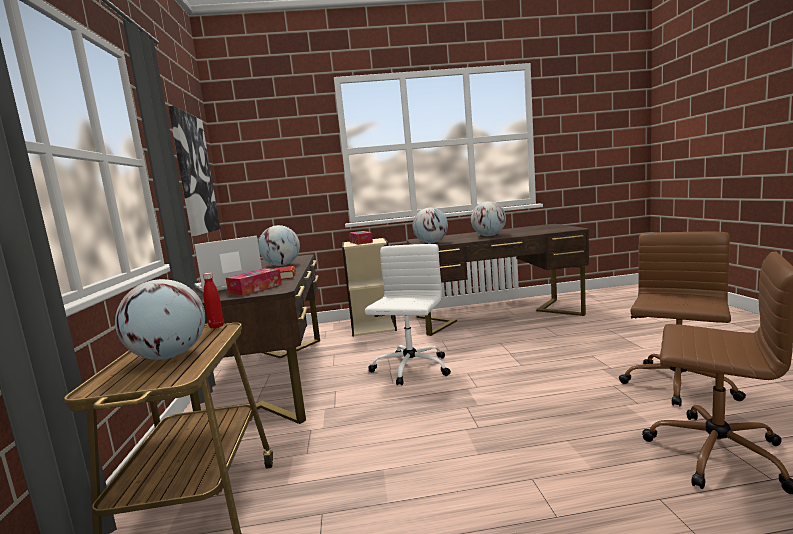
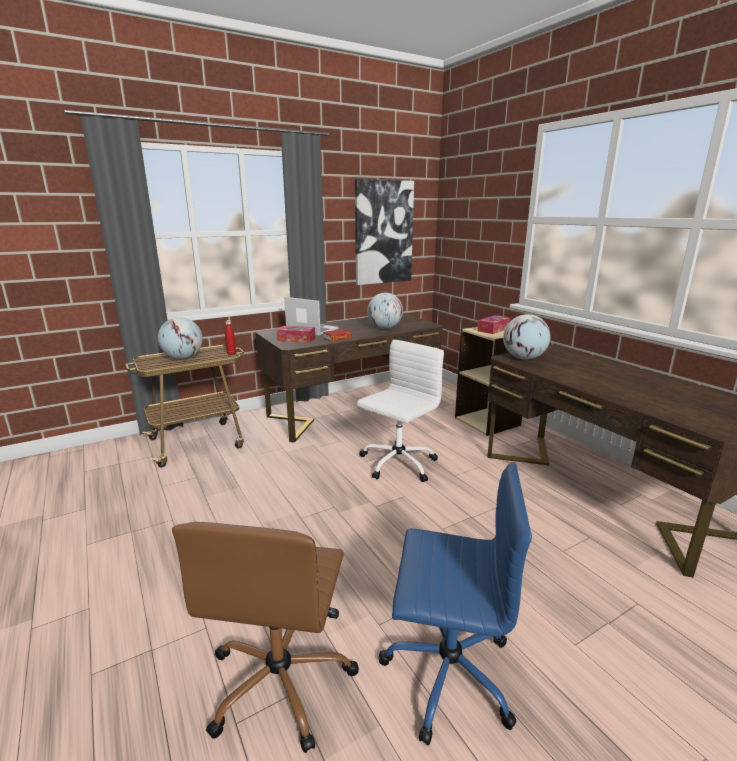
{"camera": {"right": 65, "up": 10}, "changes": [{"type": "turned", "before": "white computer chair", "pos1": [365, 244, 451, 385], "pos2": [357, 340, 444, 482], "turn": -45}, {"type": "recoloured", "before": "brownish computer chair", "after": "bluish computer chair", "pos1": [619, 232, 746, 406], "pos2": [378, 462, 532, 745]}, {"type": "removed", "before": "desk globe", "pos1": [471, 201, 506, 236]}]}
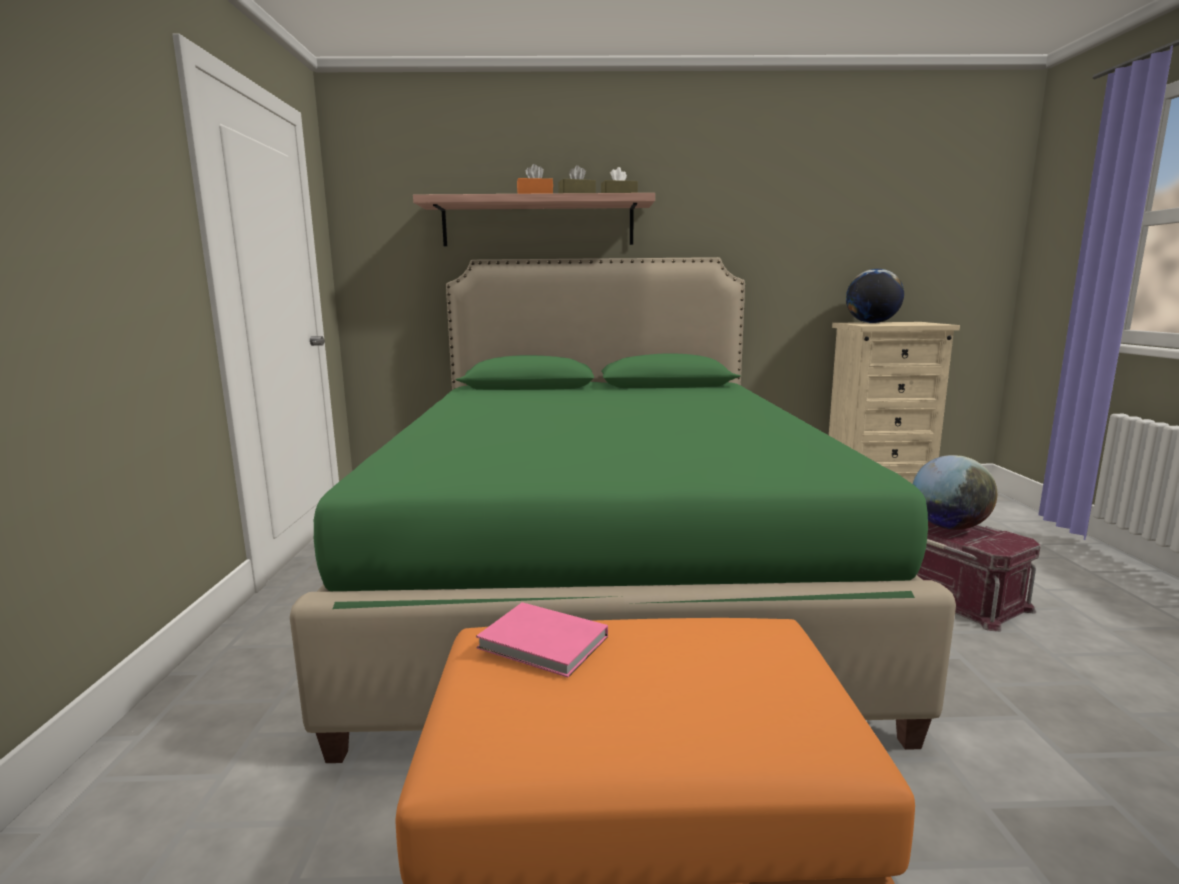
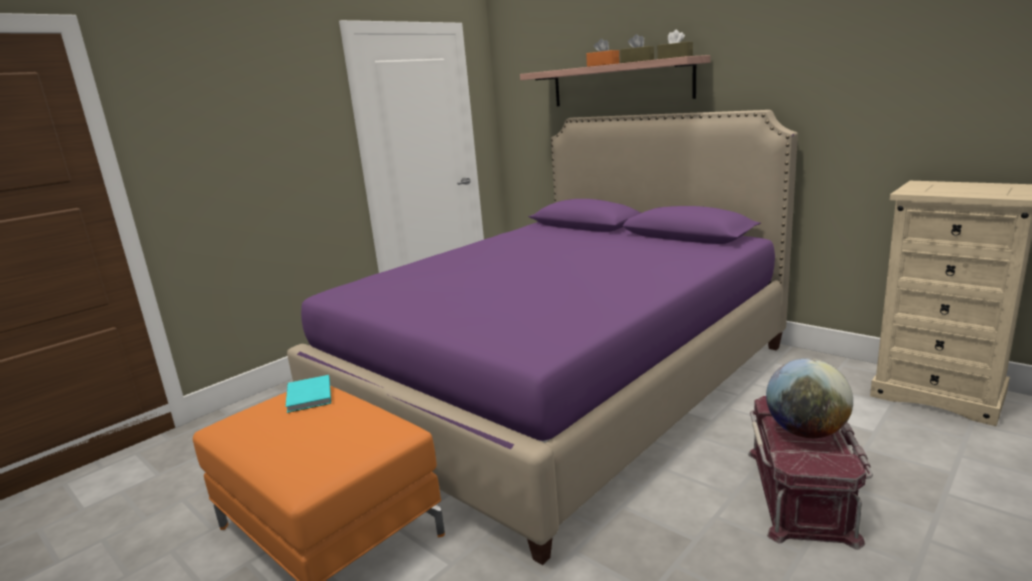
{"camera": {"right": 45, "up": 5}, "changes": [{"type": "recoloured", "before": "pink bound book", "after": "blue-green bound book", "pos1": [476, 602, 608, 677], "pos2": [285, 375, 331, 413]}, {"type": "recoloured", "before": "greenish bed", "after": "purplish bed", "pos1": [290, 257, 956, 763], "pos2": [287, 110, 798, 565]}, {"type": "removed", "before": "desk globe", "pos1": [846, 269, 904, 323]}]}
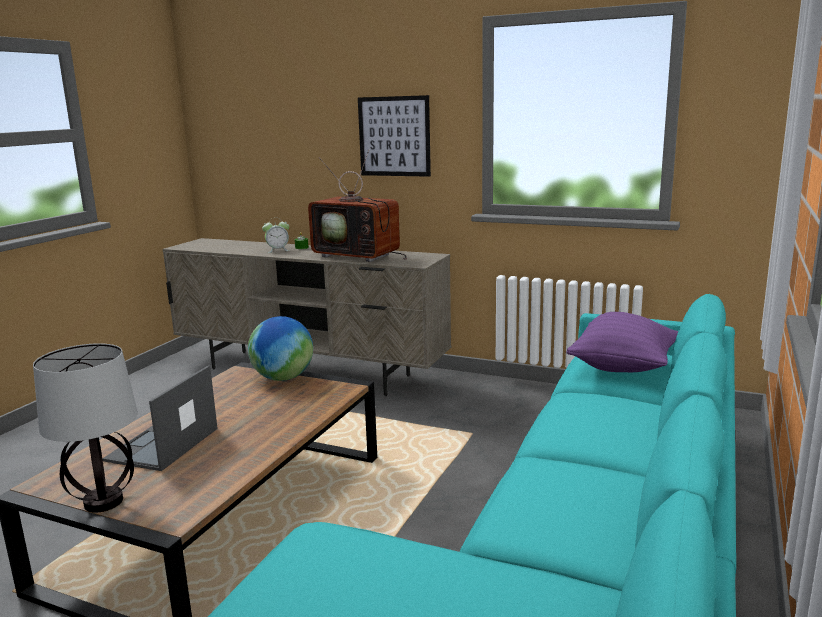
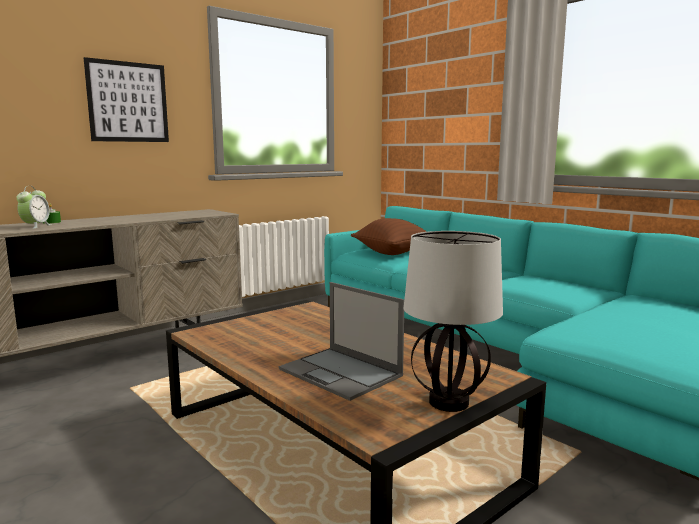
{"camera": {"right": -65, "up": -5}, "changes": [{"type": "recoloured", "before": "purplish pillow", "after": "brownish pillow", "pos1": [566, 312, 678, 372], "pos2": [351, 218, 427, 255]}, {"type": "removed", "before": "desk globe", "pos1": [248, 316, 313, 381]}, {"type": "removed", "before": "television", "pos1": [308, 149, 407, 262]}]}
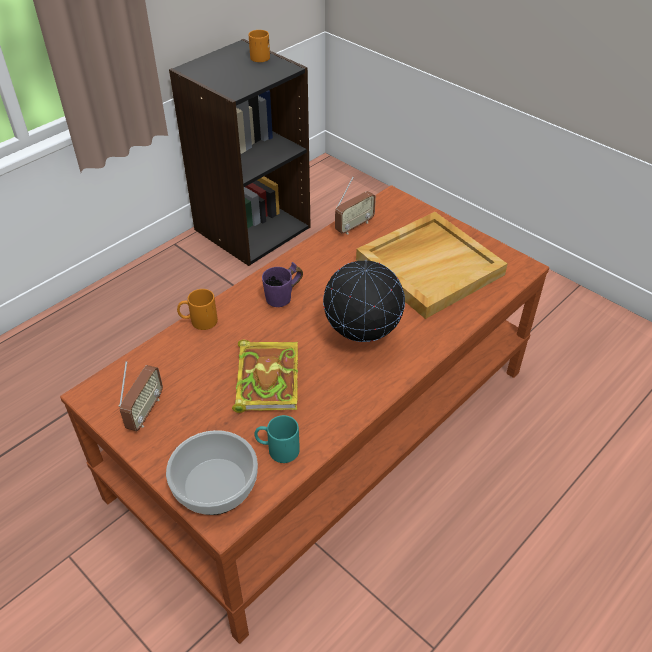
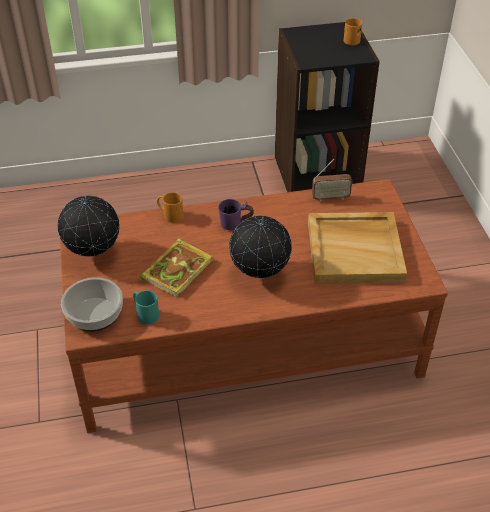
{"camera": {"right": 35, "up": 0}, "changes": [{"type": "replaced", "before": "radio", "after": "desk globe", "pos1": [119, 361, 163, 431], "pos2": [57, 196, 120, 257]}]}
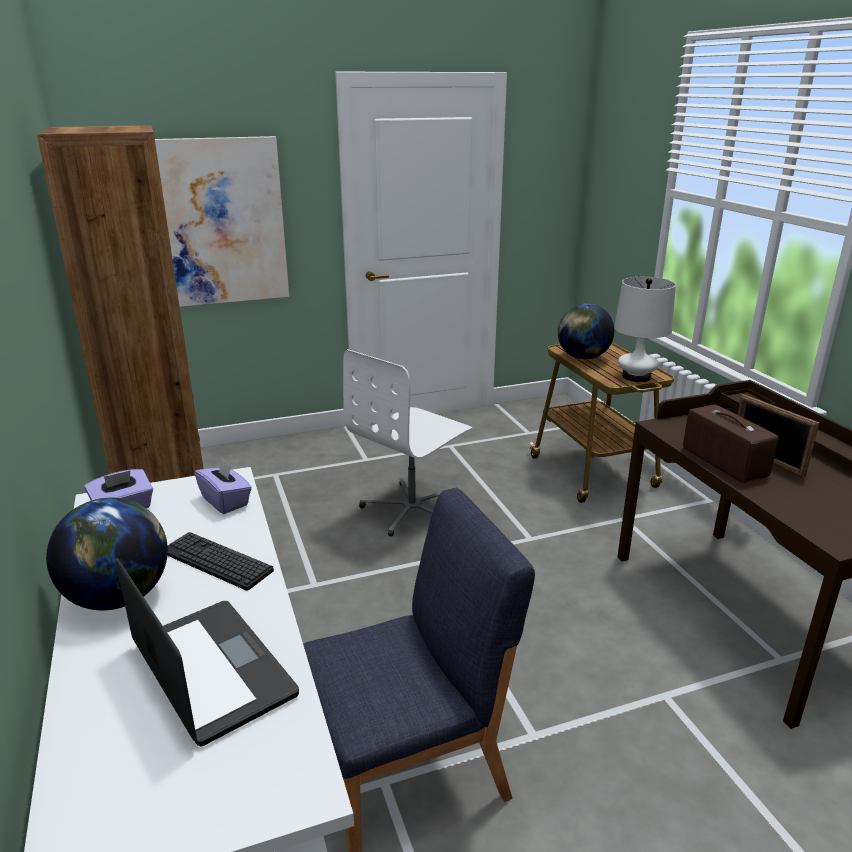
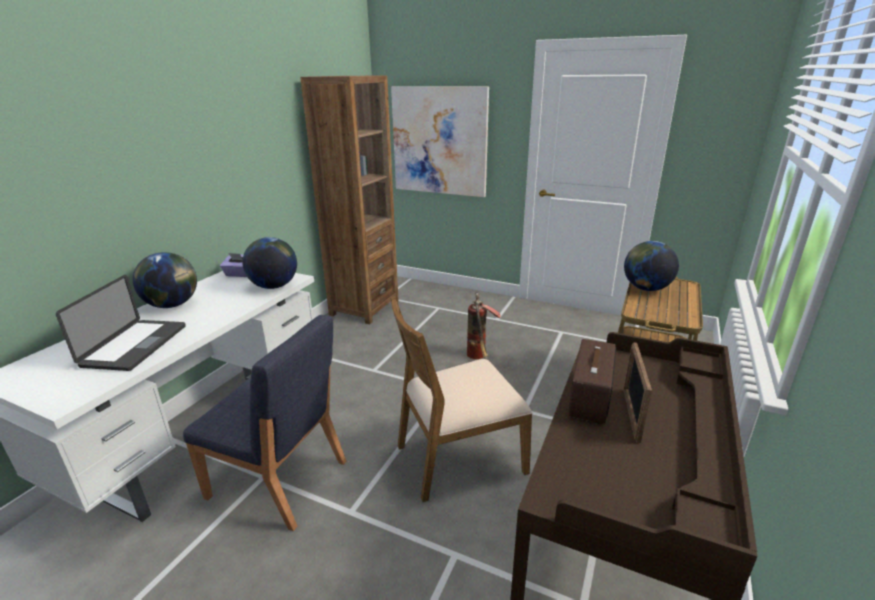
{"camera": {"right": 45, "up": 0}, "changes": [{"type": "replaced", "before": "purplish tissue holder", "after": "desk globe", "pos1": [194, 458, 252, 514], "pos2": [243, 237, 297, 289]}, {"type": "added", "after": "brownish upright chair", "pos2": [390, 296, 532, 502]}, {"type": "replaced", "before": "white computer chair", "after": "extinguisher", "pos1": [343, 349, 472, 537], "pos2": [467, 292, 500, 359]}, {"type": "removed", "before": "computer keyboard", "pos1": [167, 532, 274, 591]}, {"type": "removed", "before": "white tabletop lamp", "pos1": [614, 277, 676, 382]}]}
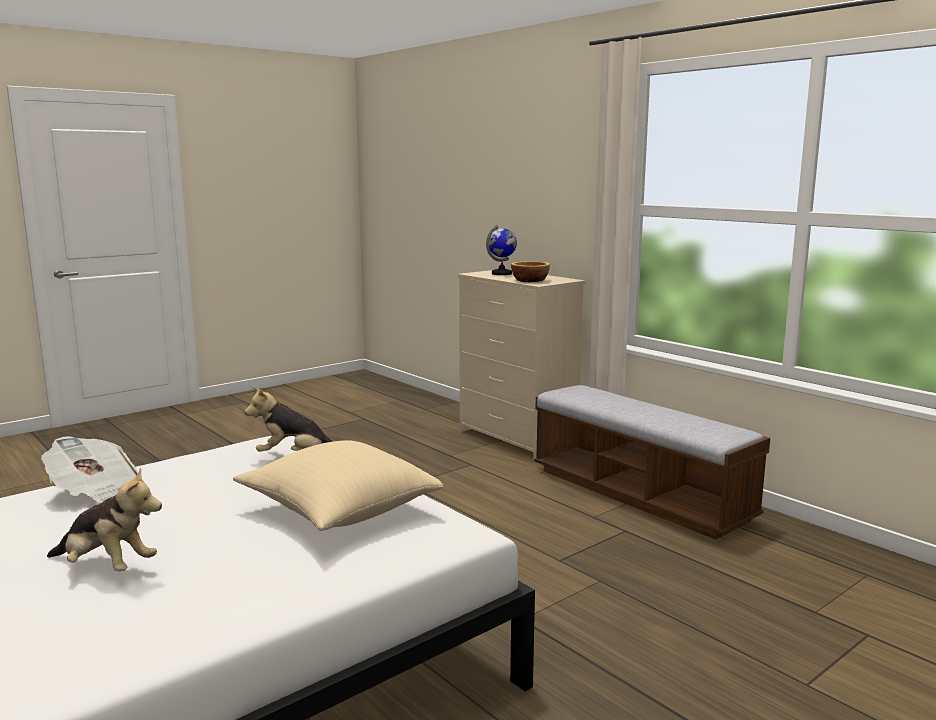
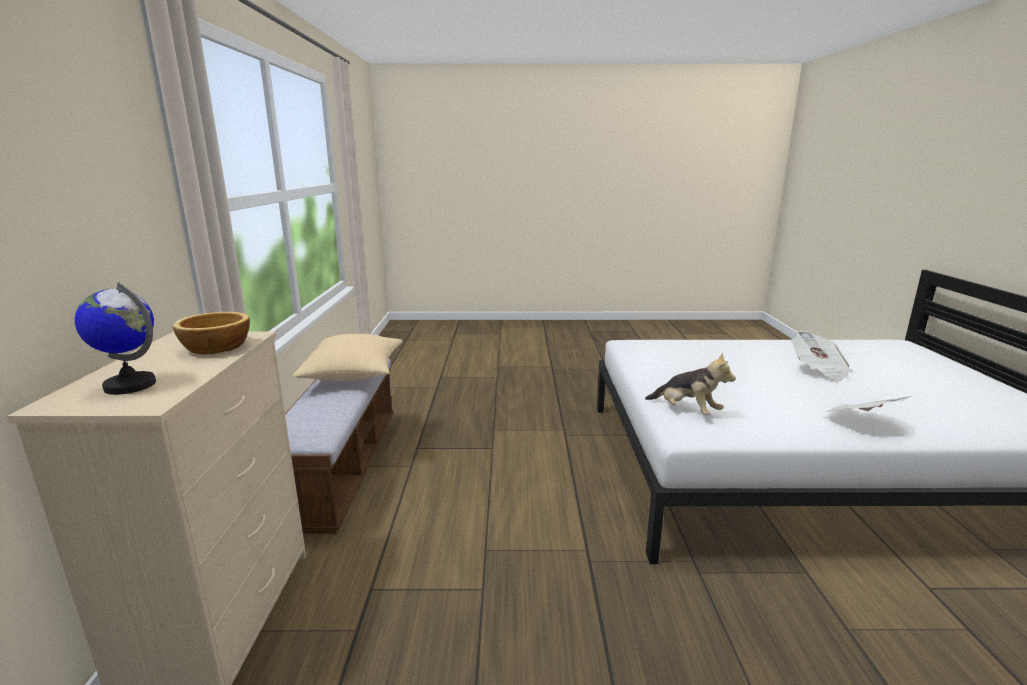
{"camera": {"right": -140, "up": 5}, "changes": [{"type": "moved", "before": "beige pillow", "pos1": [233, 440, 443, 531], "pos2": [292, 334, 403, 381]}, {"type": "replaced", "before": "soft toy", "after": "newspaper", "pos1": [47, 468, 162, 571], "pos2": [791, 331, 853, 382]}]}
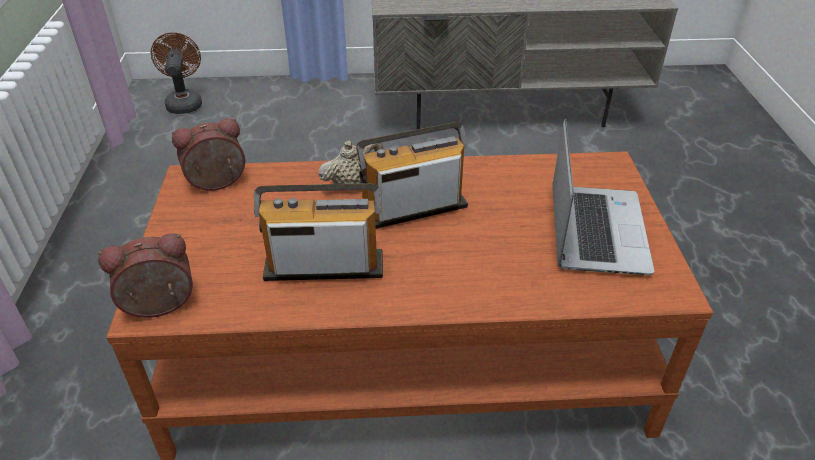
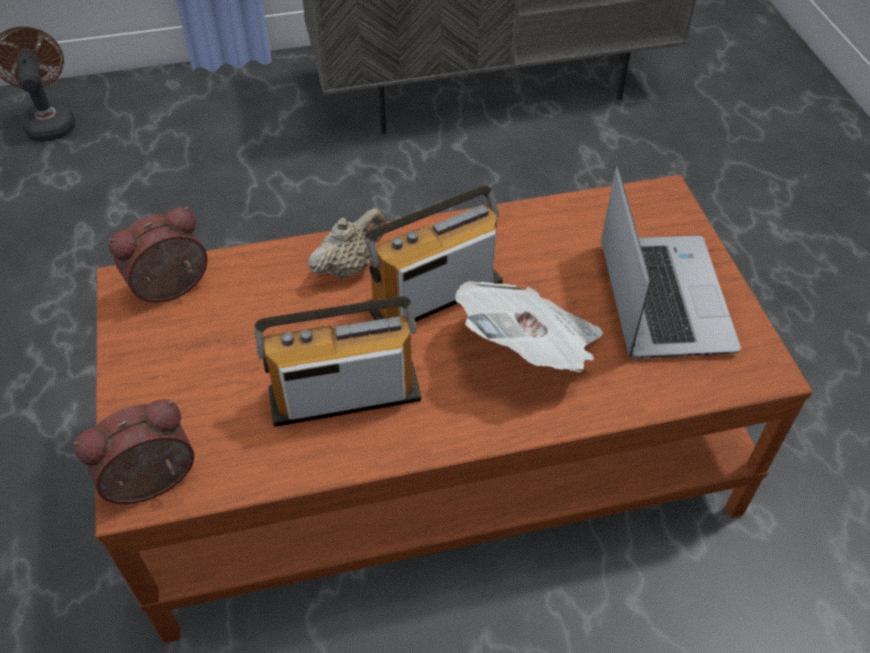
{"camera": {"right": -10, "up": 10}, "changes": [{"type": "added", "after": "newspaper", "pos2": [455, 281, 603, 372]}]}
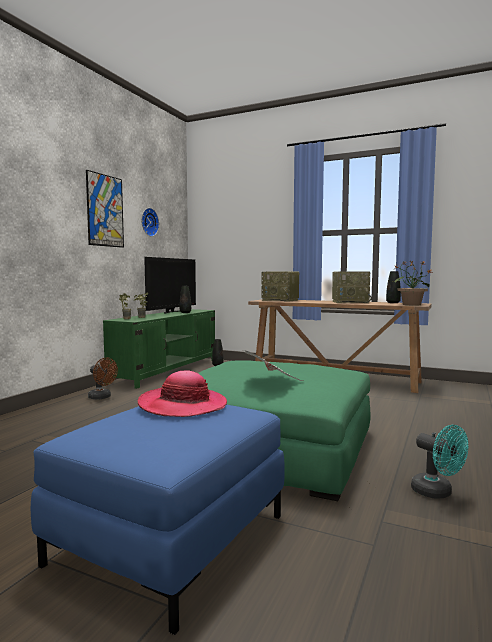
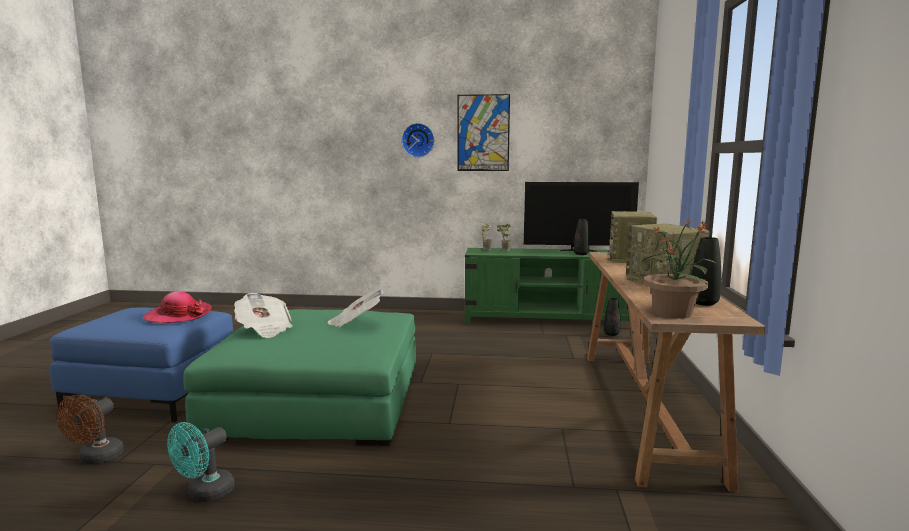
{"camera": {"right": 70, "up": 5}, "changes": [{"type": "moved", "before": "brownish electric fan", "pos1": [88, 357, 118, 399], "pos2": [56, 395, 124, 464]}, {"type": "added", "after": "newspaper", "pos2": [328, 290, 384, 327]}, {"type": "moved", "before": "wall clock", "pos1": [141, 208, 159, 237], "pos2": [401, 123, 435, 158]}]}
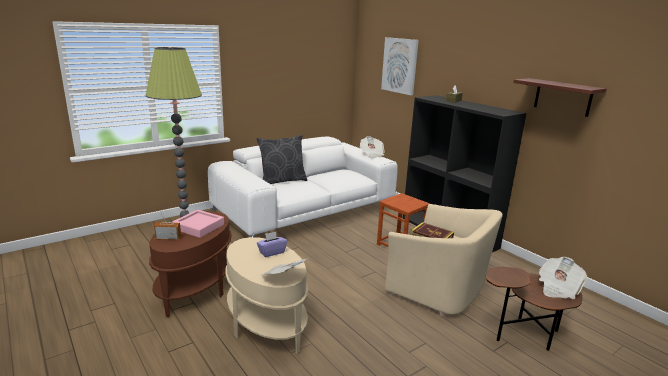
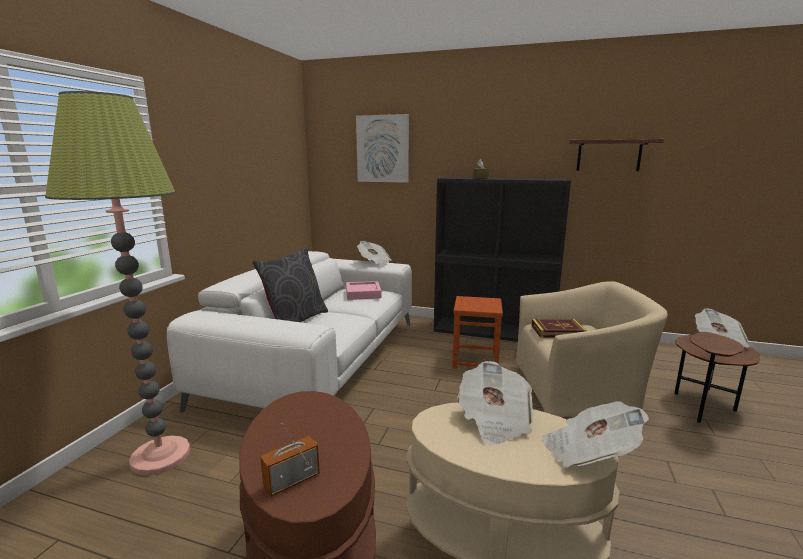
{"camera": {"right": -35, "up": -5}, "changes": [{"type": "moved", "before": "pink tray", "pos1": [172, 210, 224, 238], "pos2": [346, 281, 382, 300]}, {"type": "replaced", "before": "purplish tissue holder", "after": "newspaper", "pos1": [257, 232, 287, 257], "pos2": [457, 361, 533, 445]}]}
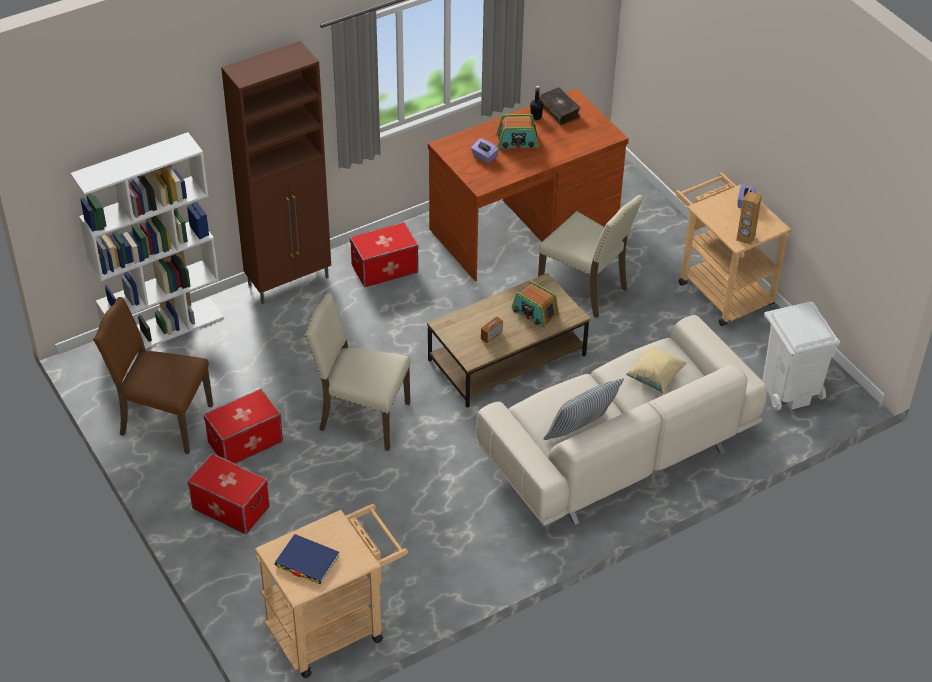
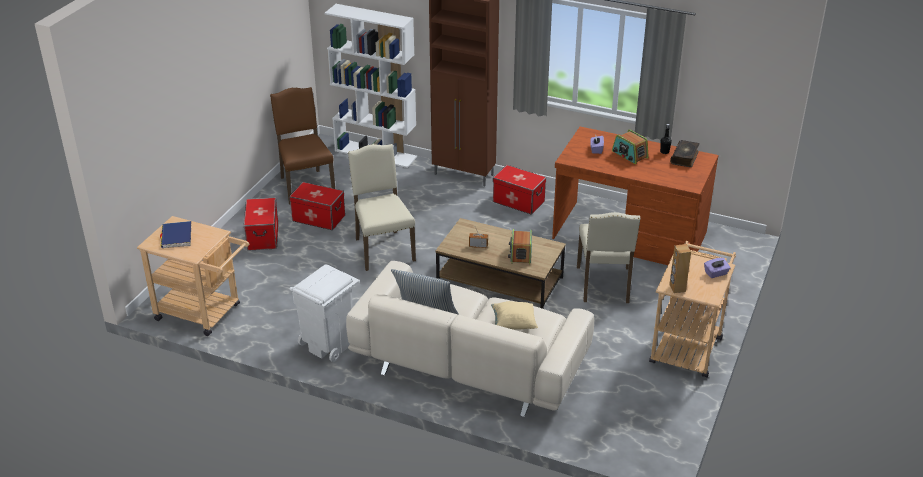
{"camera": {"right": 55, "up": -10}, "changes": [{"type": "moved", "before": "white trash can", "pos1": [762, 302, 840, 411], "pos2": [290, 265, 360, 362]}]}
